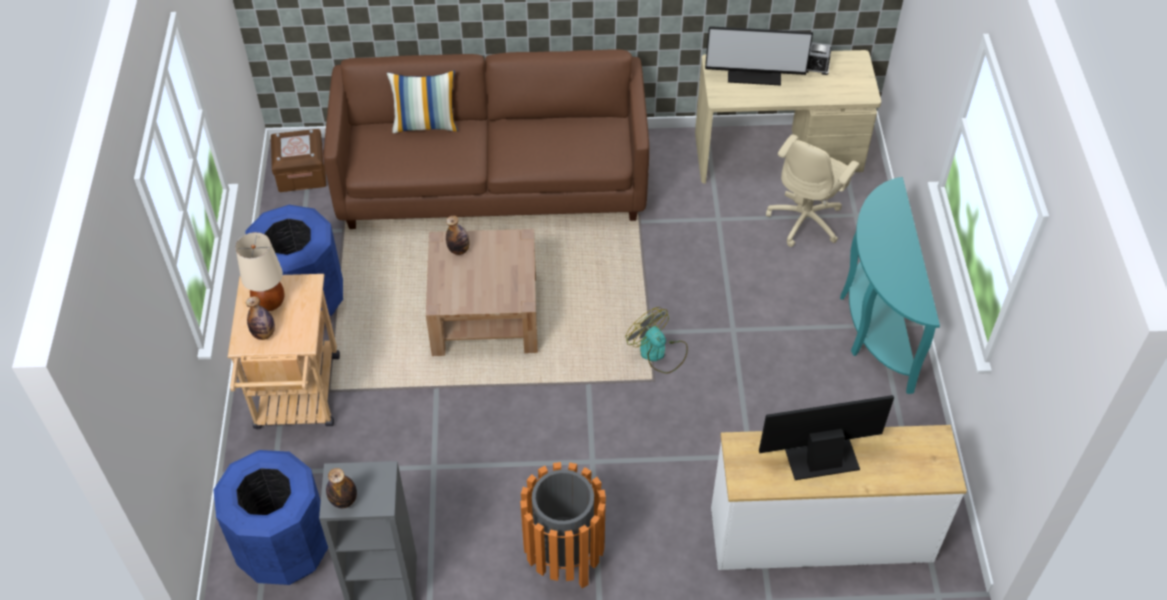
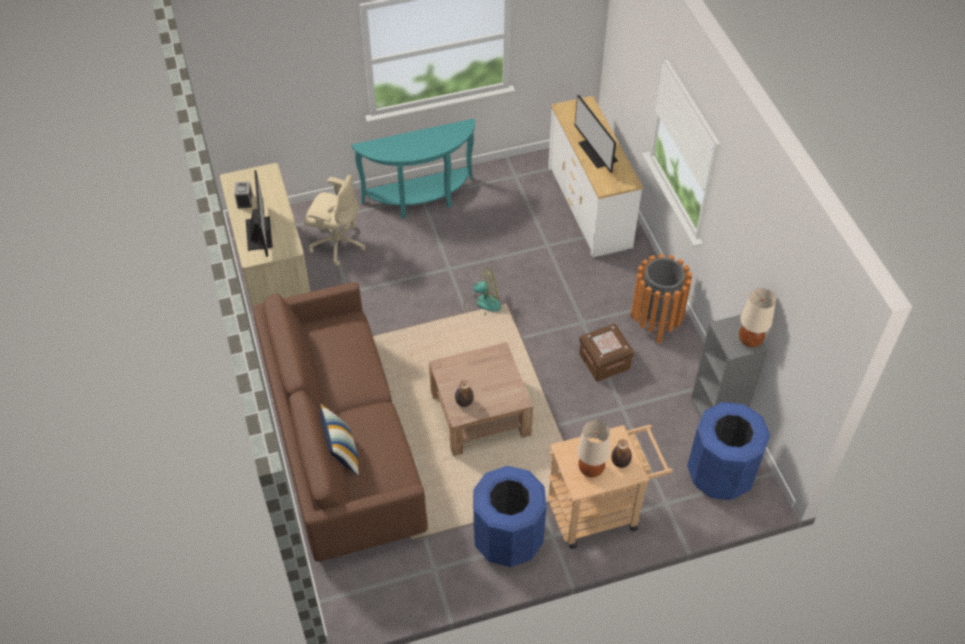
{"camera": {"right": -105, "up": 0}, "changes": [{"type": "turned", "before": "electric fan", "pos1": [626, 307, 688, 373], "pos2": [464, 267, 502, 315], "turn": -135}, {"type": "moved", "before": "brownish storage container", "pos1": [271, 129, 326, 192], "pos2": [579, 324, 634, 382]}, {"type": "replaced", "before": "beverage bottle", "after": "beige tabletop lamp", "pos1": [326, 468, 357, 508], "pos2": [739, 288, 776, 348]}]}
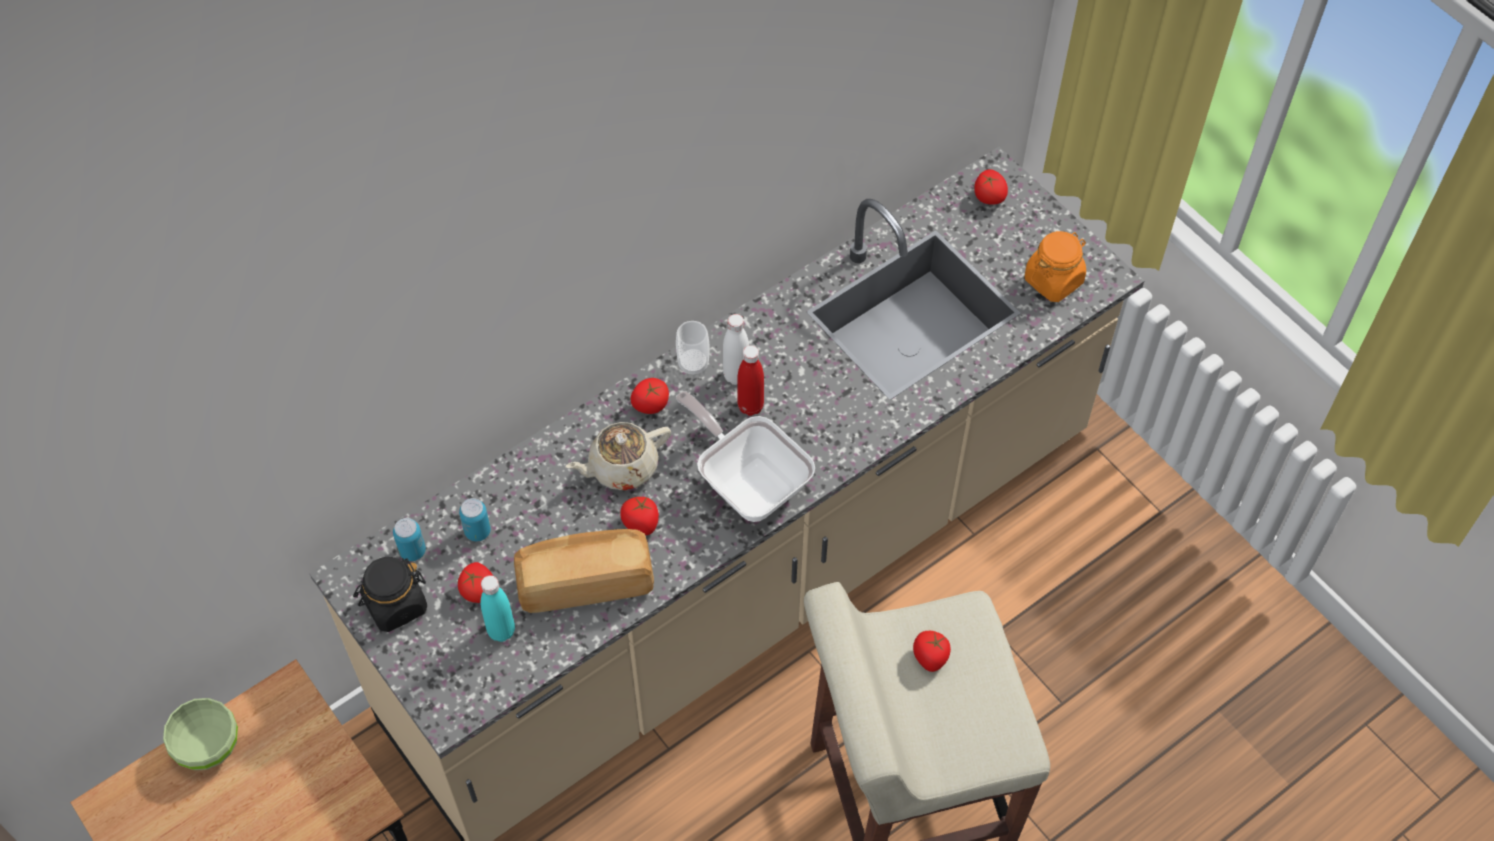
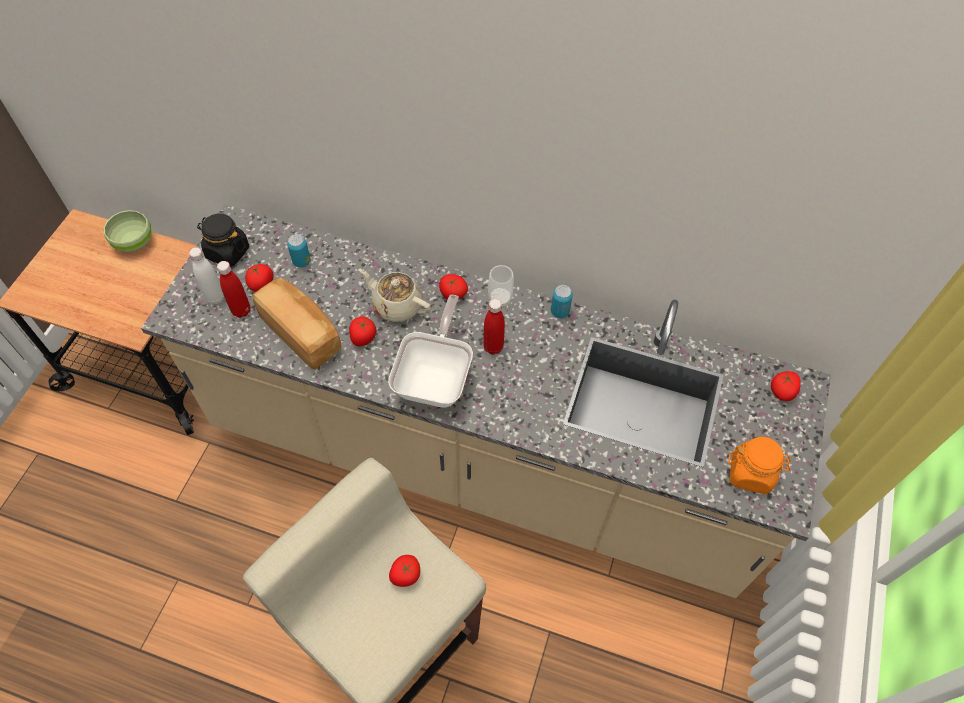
{"camera": {"right": 55, "up": 0}, "changes": [{"type": "moved", "before": "white beverage bottle", "pos1": [723, 314, 749, 385], "pos2": [189, 247, 224, 304]}, {"type": "recoloured", "before": "blue-green beverage bottle", "after": "red-coloured beverage bottle", "pos1": [481, 575, 515, 642], "pos2": [217, 261, 250, 318]}, {"type": "moved", "before": "metal can", "pos1": [393, 518, 426, 561], "pos2": [551, 285, 573, 318]}]}
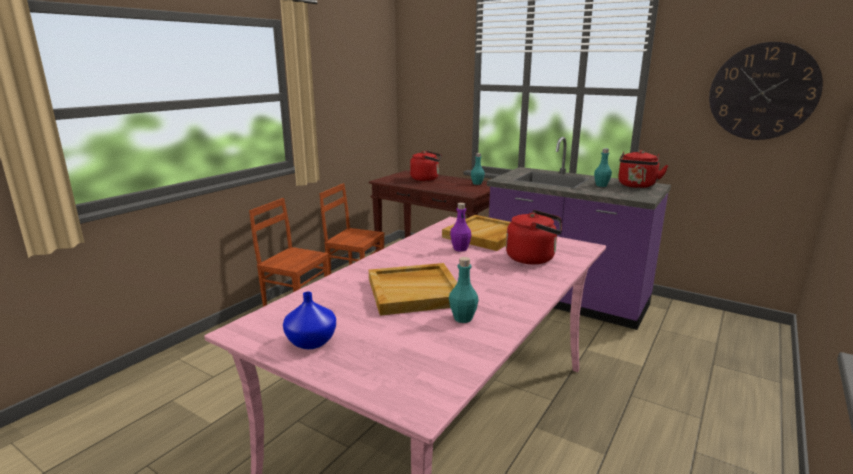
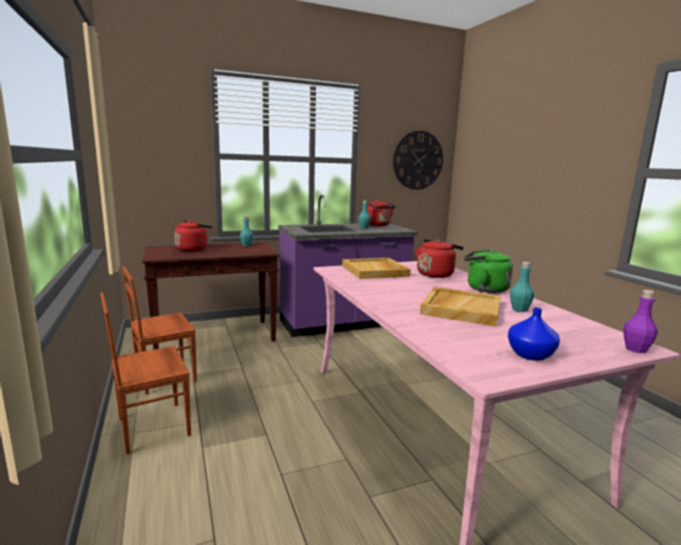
{"camera": {"right": -55, "up": -5}, "changes": [{"type": "added", "after": "greenish tea kettle", "pos2": [464, 249, 513, 293]}, {"type": "moved", "before": "purplish beverage bottle", "pos1": [450, 203, 471, 252], "pos2": [624, 290, 658, 353]}]}
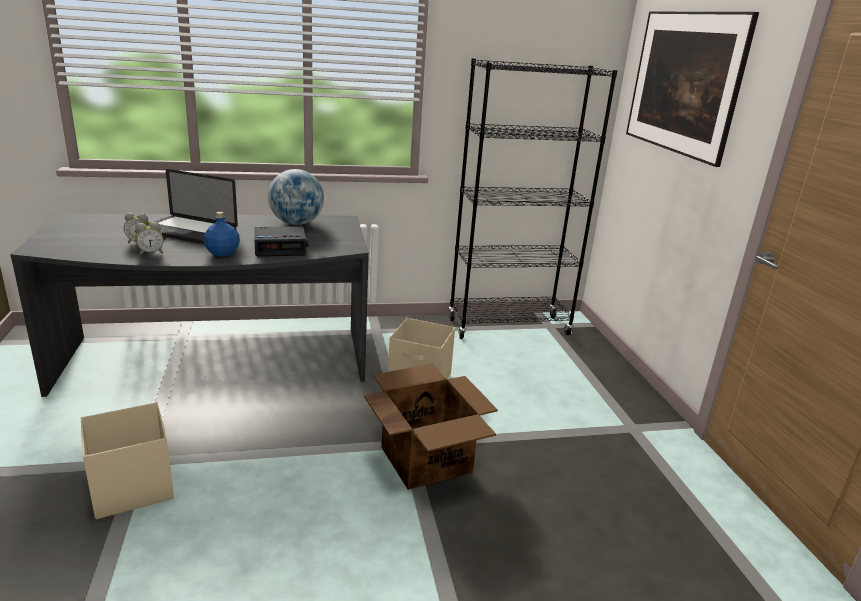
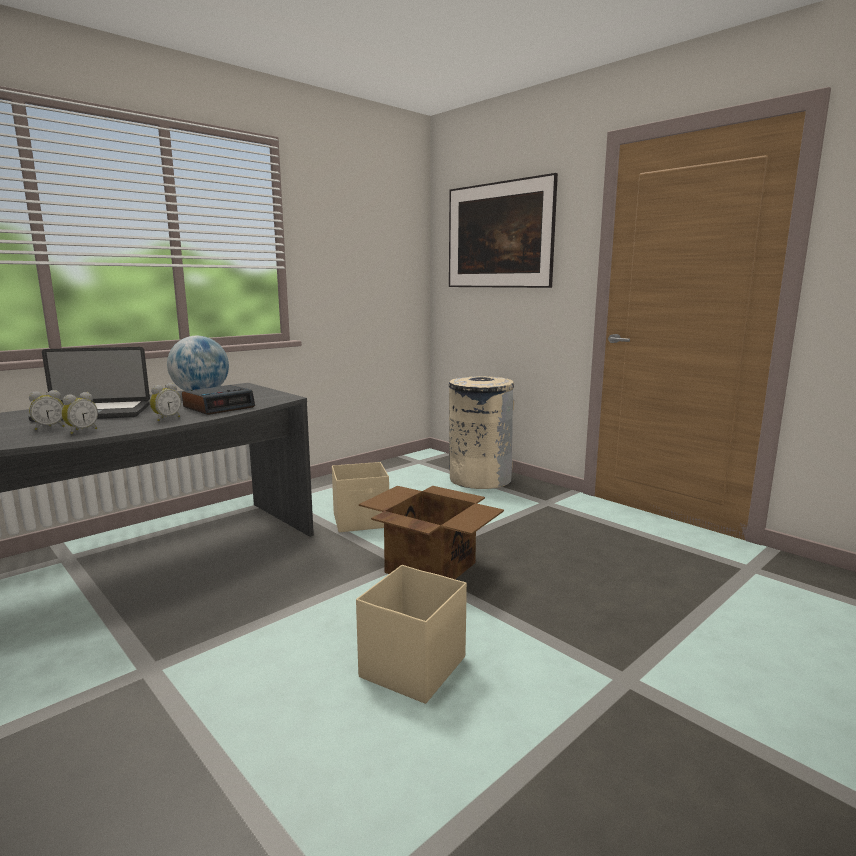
{"camera": {"right": -30, "up": -10}, "changes": [{"type": "replaced", "before": "bluish beverage bottle", "after": "table clock", "pos1": [204, 212, 240, 257], "pos2": [150, 383, 181, 421]}, {"type": "moved", "before": "beige storage container", "pos1": [81, 402, 174, 519], "pos2": [356, 565, 467, 704]}, {"type": "added", "after": "beige trash can", "pos2": [449, 376, 514, 489]}, {"type": "removed", "before": "blackish shelving unit", "pos1": [448, 58, 617, 339]}]}
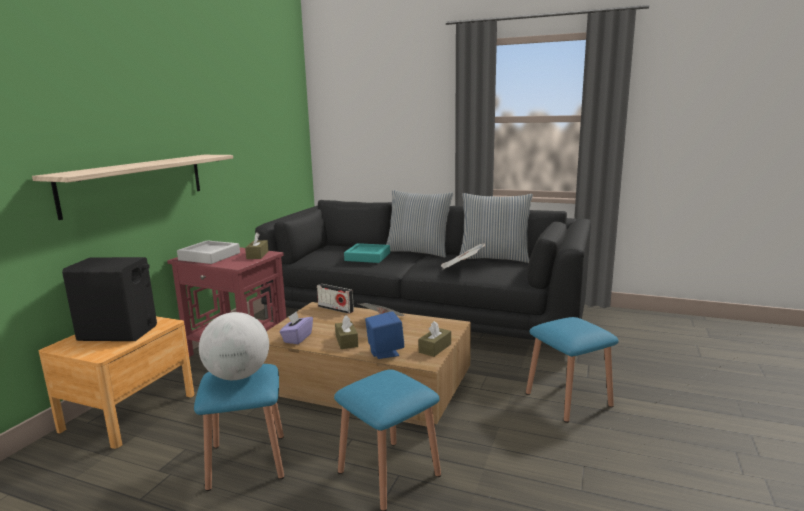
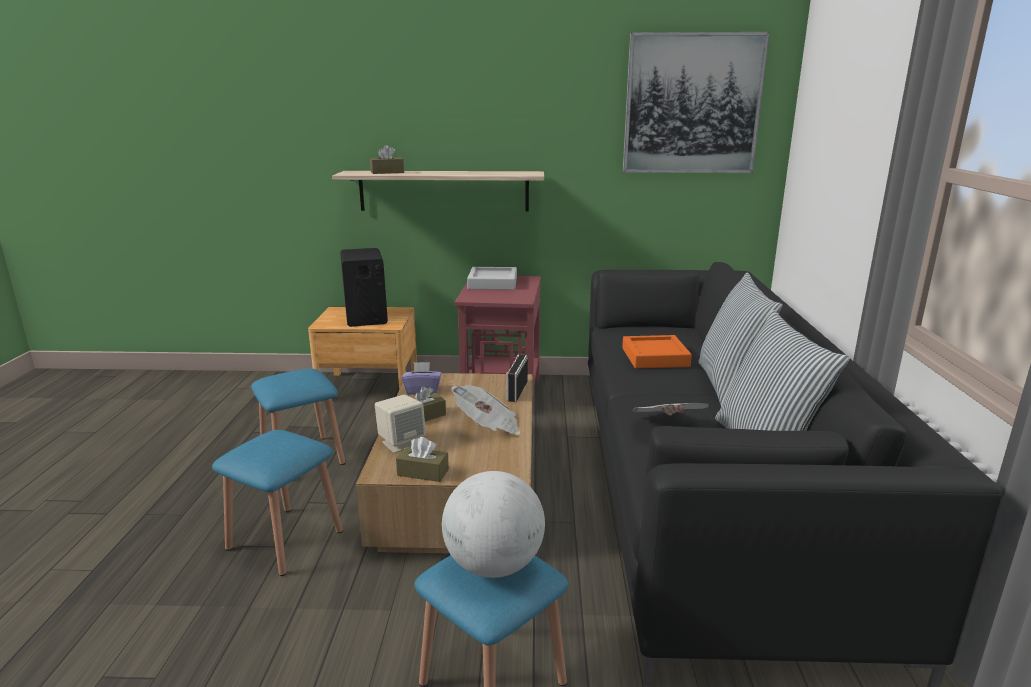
{"camera": {"right": 70, "up": 5}, "changes": [{"type": "moved", "before": "brownish tissue holder", "pos1": [245, 232, 269, 259], "pos2": [370, 145, 404, 174]}, {"type": "recoloured", "before": "bluish audio speaker", "after": "beige audio speaker", "pos1": [365, 311, 404, 359], "pos2": [375, 395, 426, 453]}, {"type": "moved", "before": "desk globe", "pos1": [199, 312, 269, 380], "pos2": [442, 471, 545, 578]}, {"type": "recoloured", "before": "blue-green tray", "after": "orange tray", "pos1": [344, 243, 390, 263], "pos2": [622, 335, 692, 368]}, {"type": "added", "after": "wall picture", "pos2": [623, 32, 770, 173]}]}
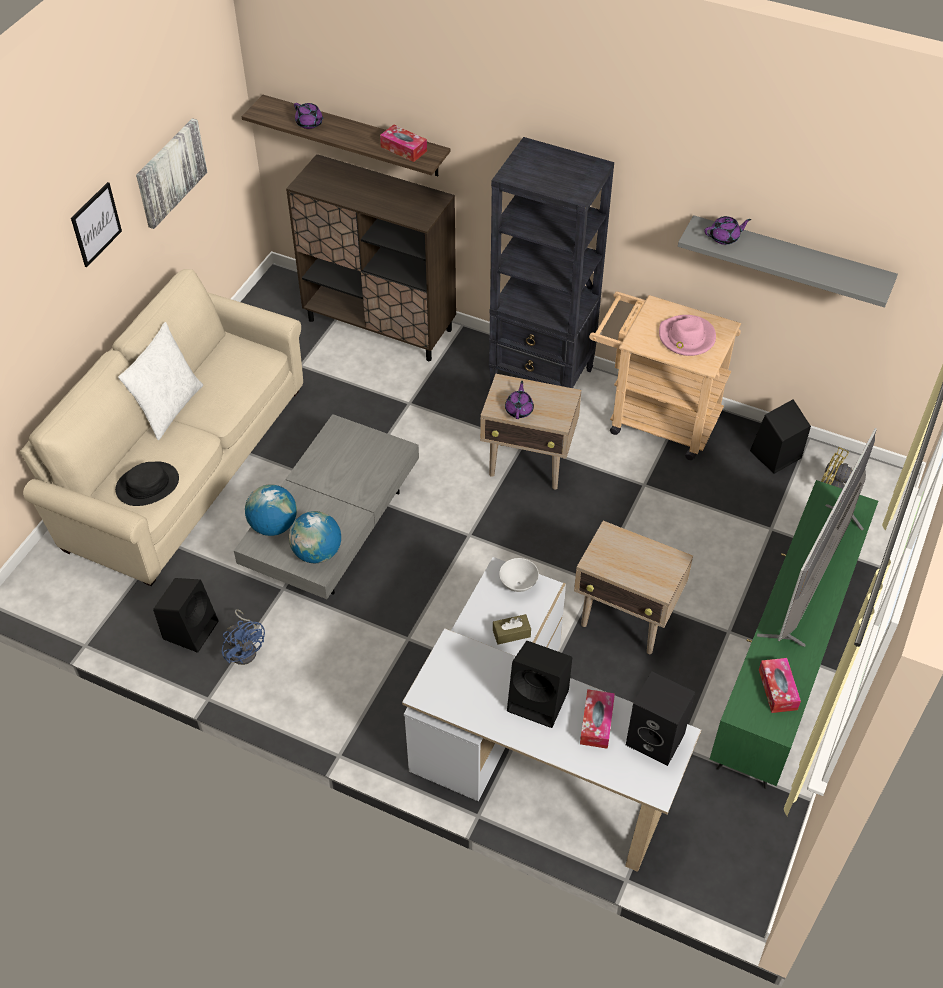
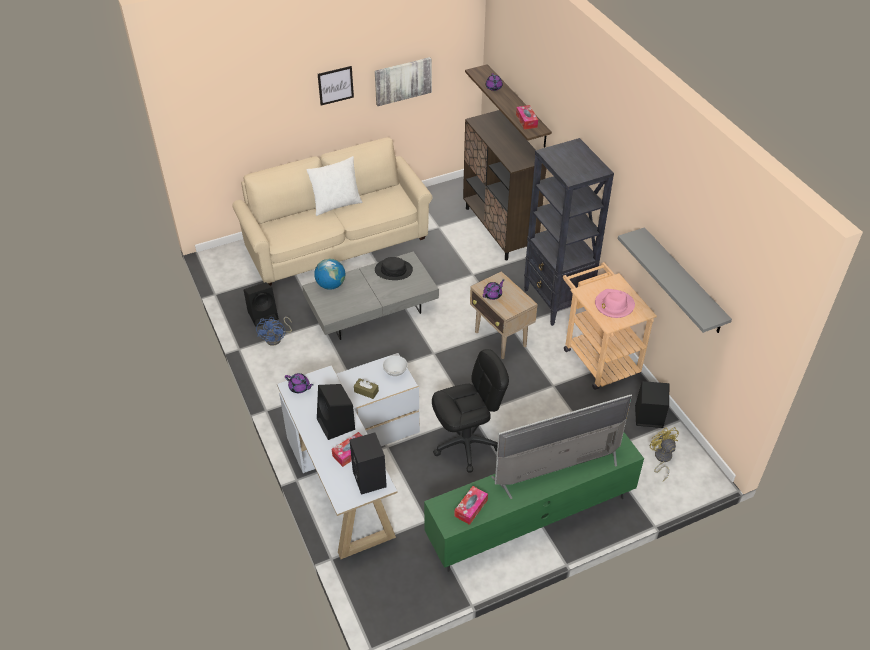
{"camera": {"right": 40, "up": -5}, "changes": [{"type": "moved", "before": "purplish pot for tea", "pos1": [705, 216, 751, 245], "pos2": [285, 373, 314, 393]}, {"type": "moved", "before": "blackish clothing hat", "pos1": [115, 462, 179, 506], "pos2": [375, 257, 413, 280]}, {"type": "replaced", "before": "beige accent table", "after": "blackish computer chair", "pos1": [574, 521, 693, 654], "pos2": [432, 349, 509, 472]}, {"type": "removed", "before": "desk globe", "pos1": [289, 511, 341, 563]}]}
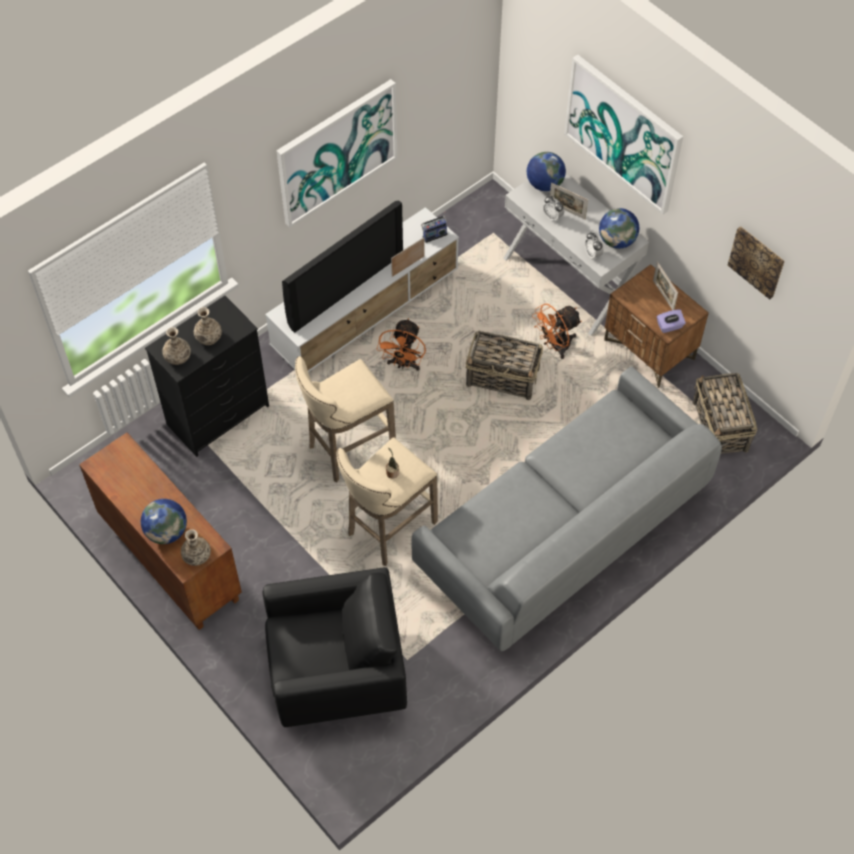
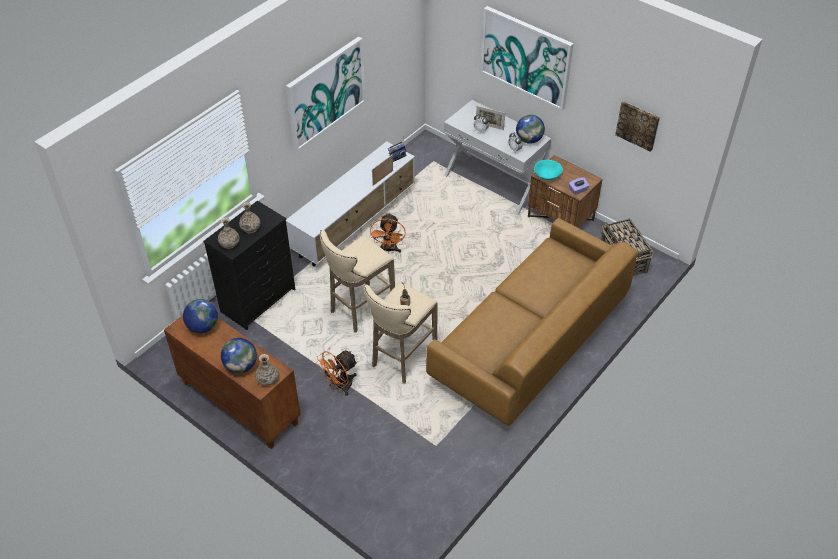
{"camera": {"right": -10, "up": -10}, "changes": [{"type": "moved", "before": "desk globe", "pos1": [527, 152, 566, 191], "pos2": [183, 299, 218, 333]}, {"type": "moved", "before": "orange electric fan", "pos1": [532, 304, 582, 359], "pos2": [316, 350, 358, 396]}, {"type": "recoloured", "before": "grey sofa", "after": "brownish sofa", "pos1": [412, 366, 722, 651], "pos2": [426, 218, 638, 426]}, {"type": "added", "after": "blue-green bowl", "pos2": [534, 160, 563, 180]}, {"type": "removed", "before": "blackish easy chair", "pos1": [263, 567, 407, 727]}, {"type": "removed", "before": "television", "pos1": [282, 200, 403, 333]}, {"type": "removed", "before": "basket", "pos1": [465, 331, 543, 400]}, {"type": "removed", "before": "standing frame", "pos1": [653, 262, 678, 310]}]}
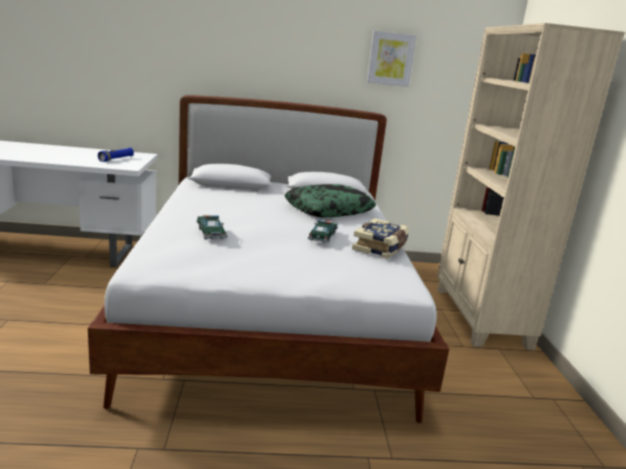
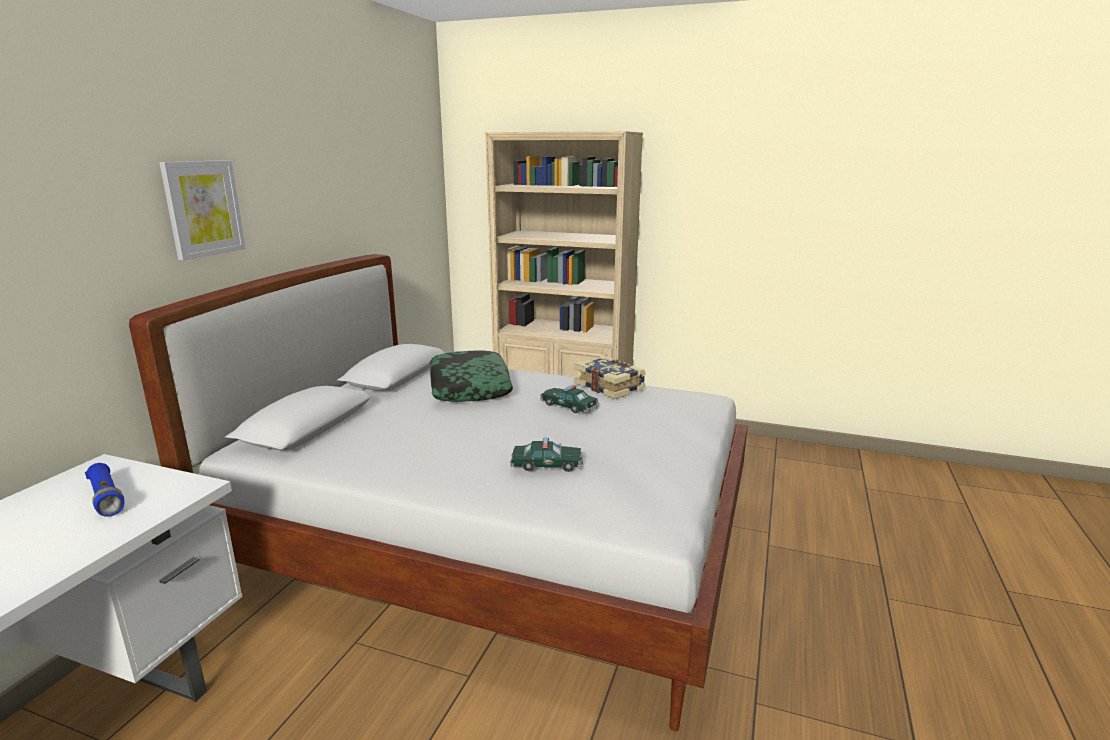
{"camera": {"right": -65, "up": 0}, "changes": [{"type": "moved", "before": "wall picture", "pos1": [367, 31, 417, 87], "pos2": [159, 160, 245, 260]}]}
